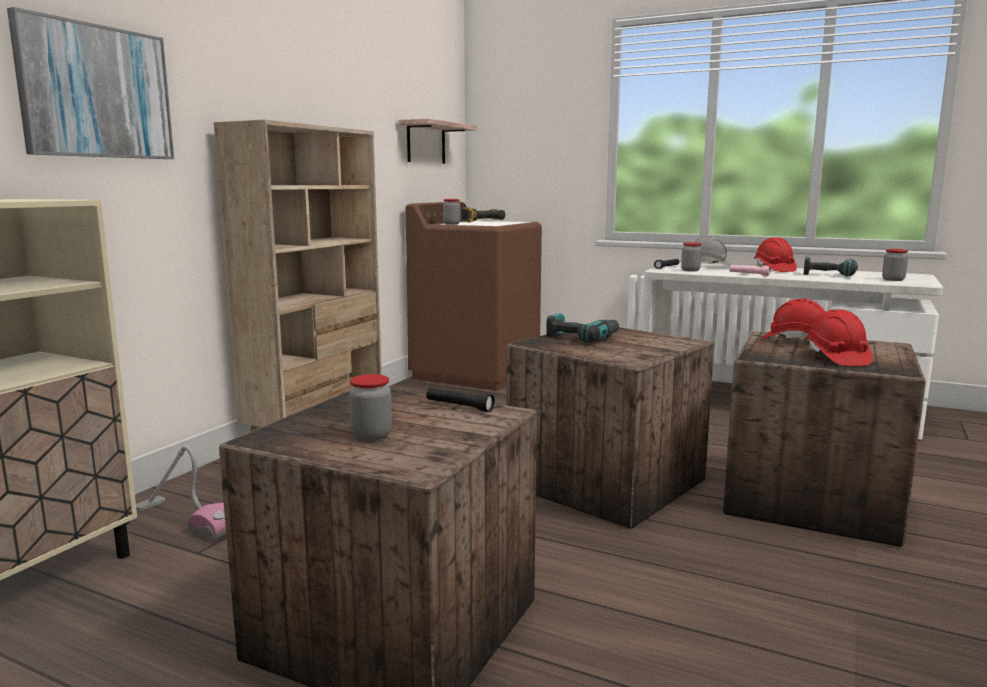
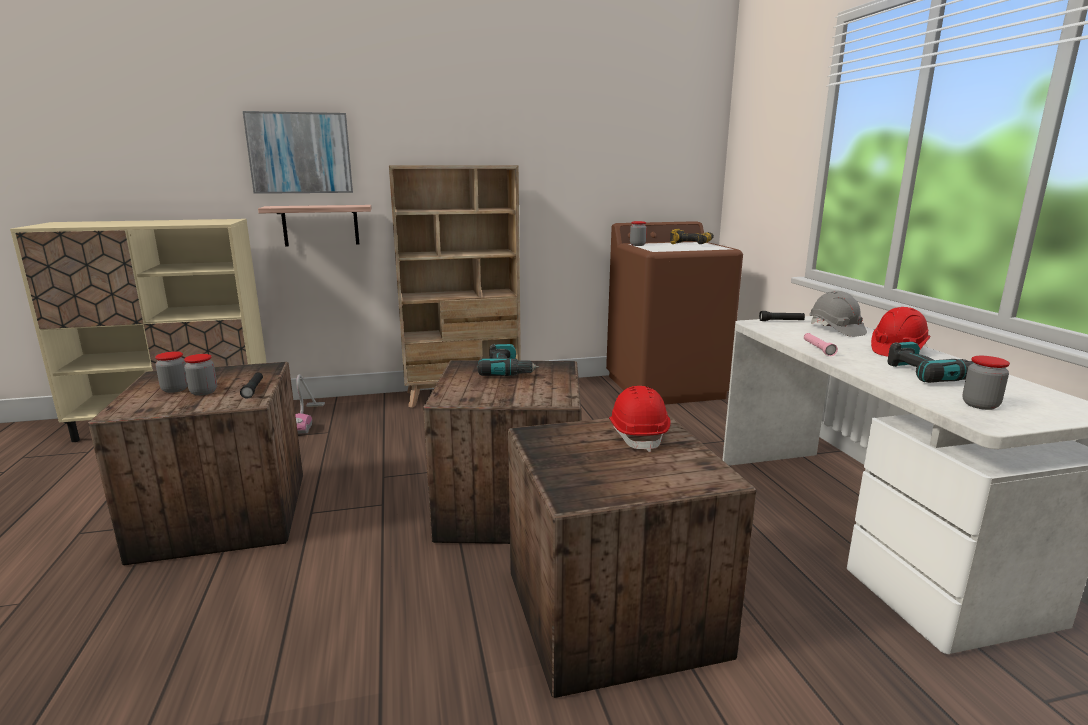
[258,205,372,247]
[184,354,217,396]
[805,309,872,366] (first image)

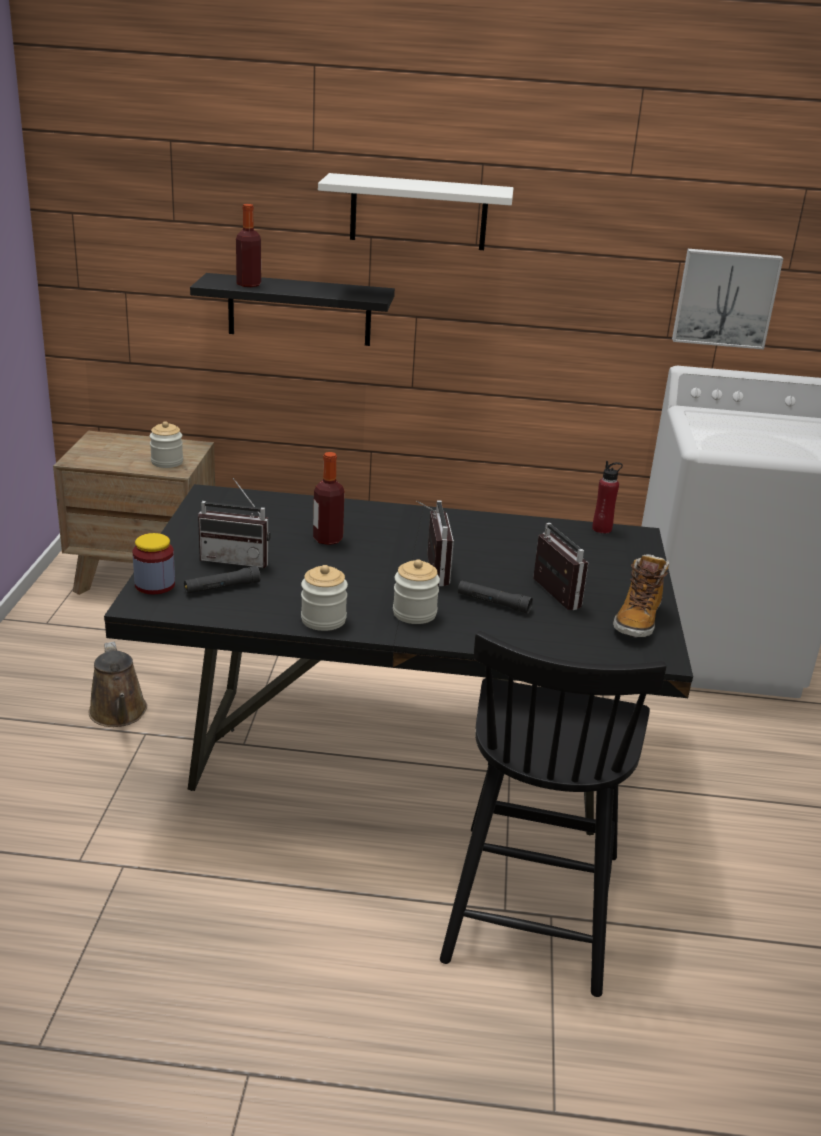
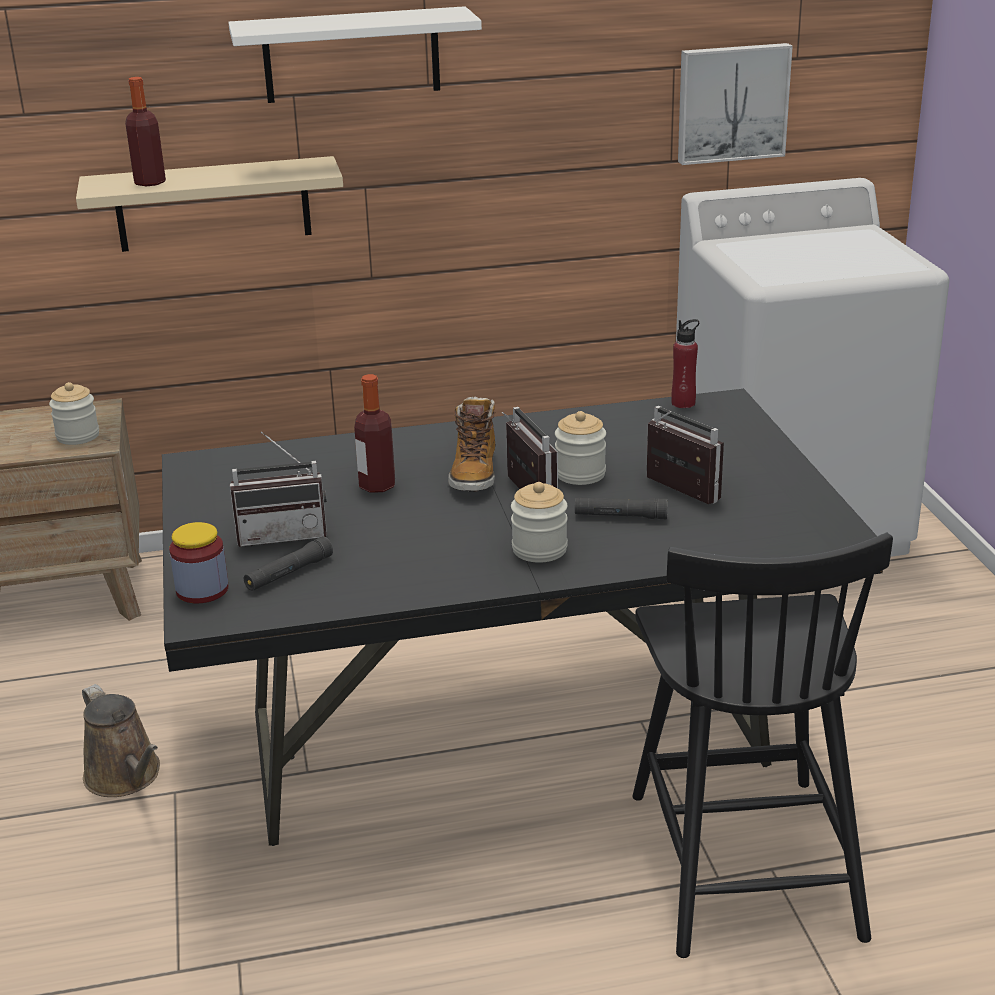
[76,156,343,252]
[448,396,496,492]
[555,411,606,485]

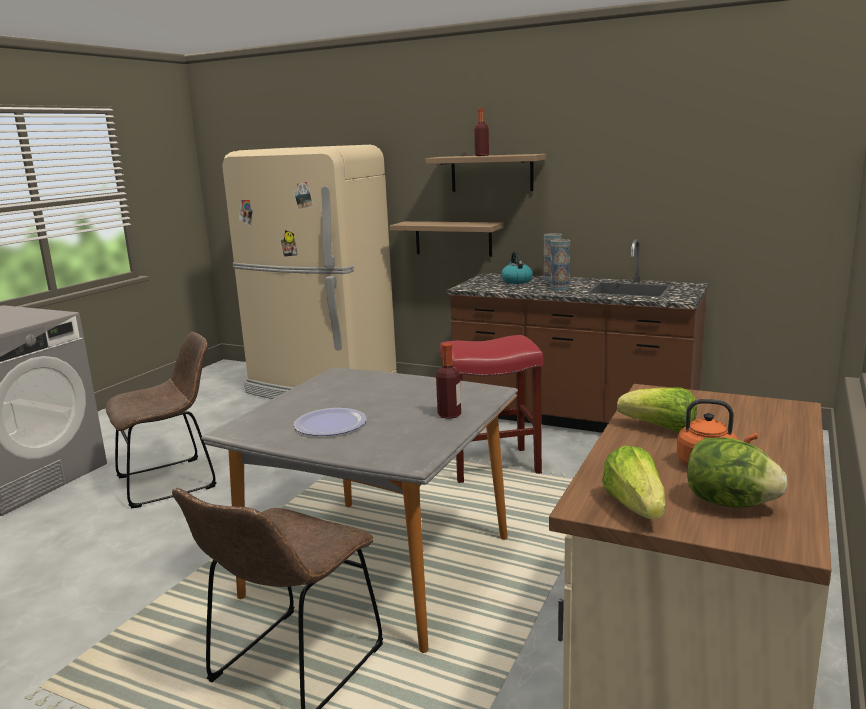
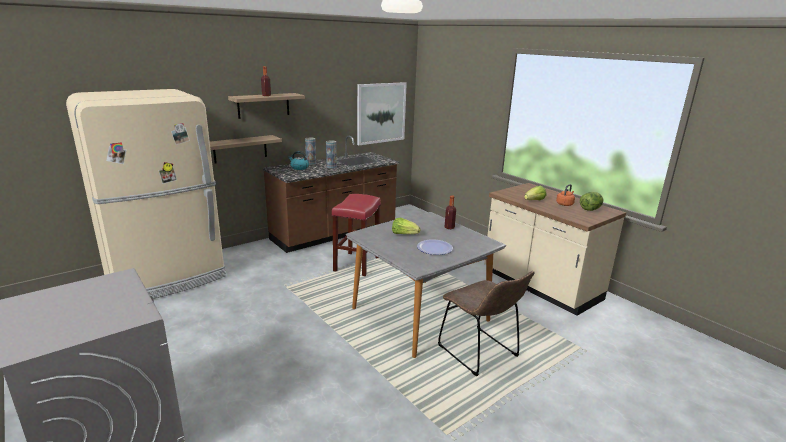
[105,332,216,509] (first image)
[392,218,420,234]
[357,82,407,145]

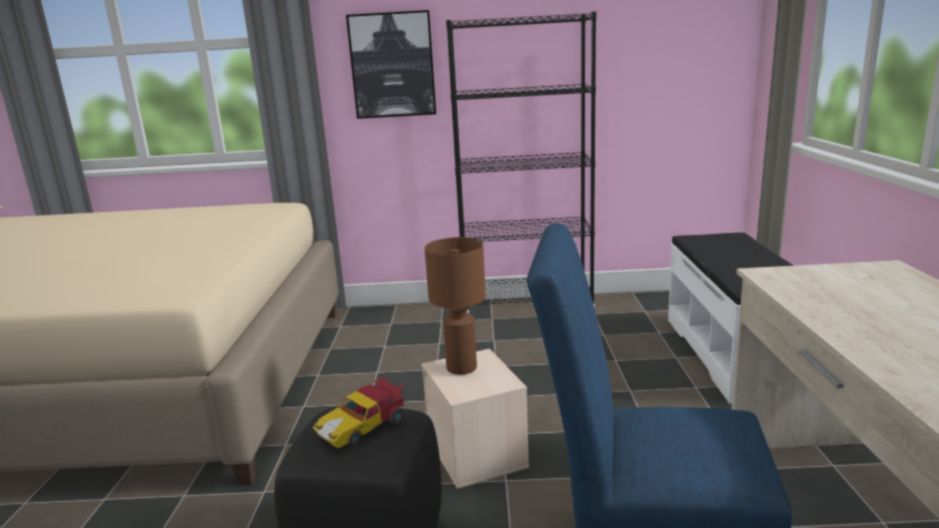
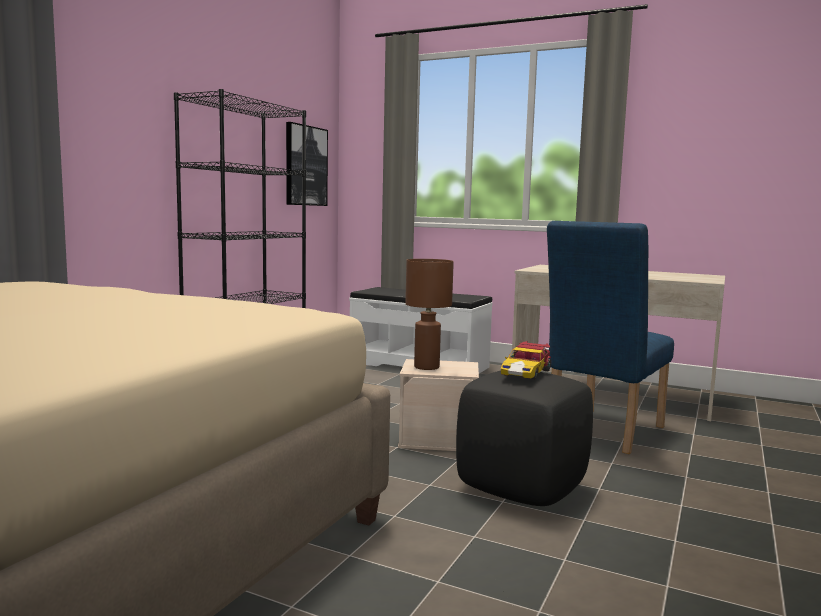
[286,122,328,206]
[501,341,551,380]

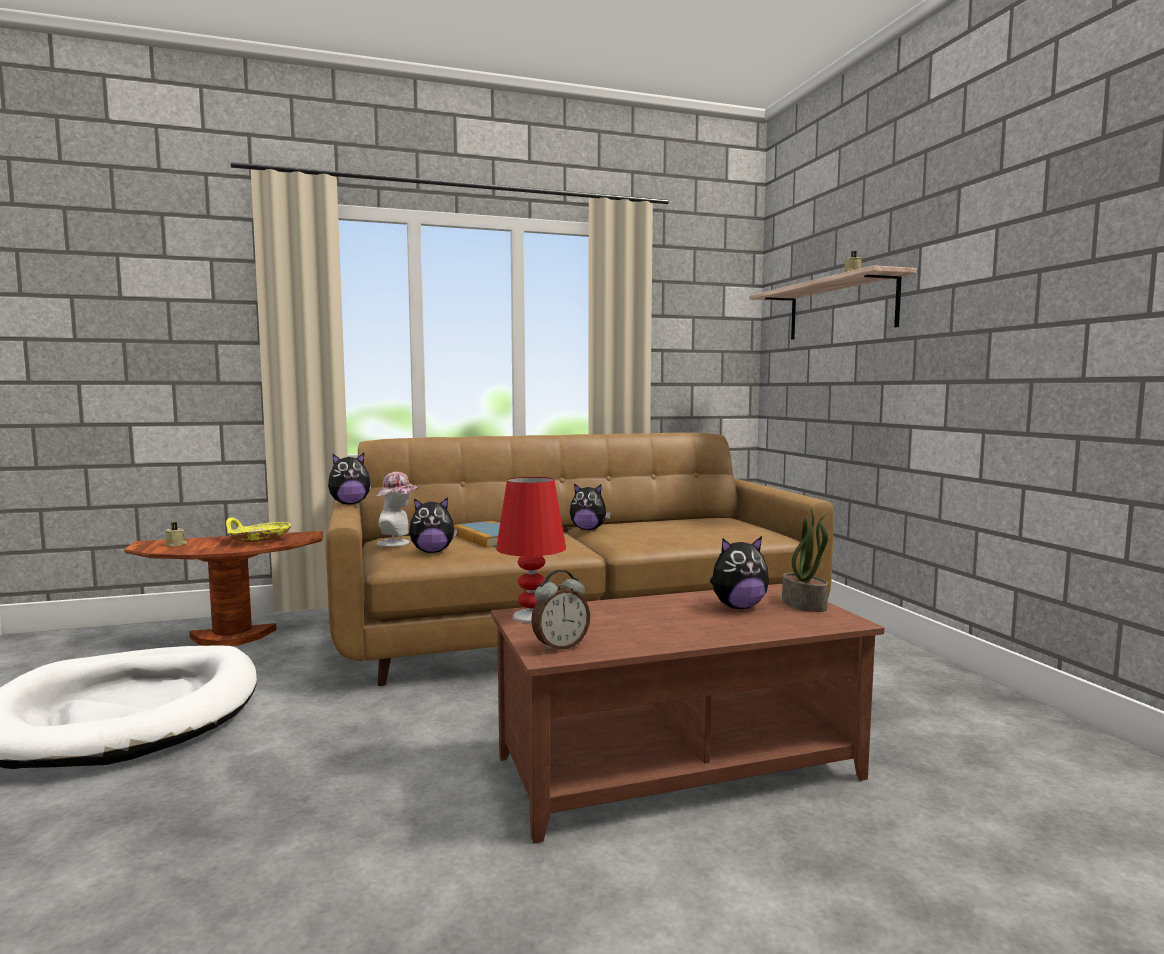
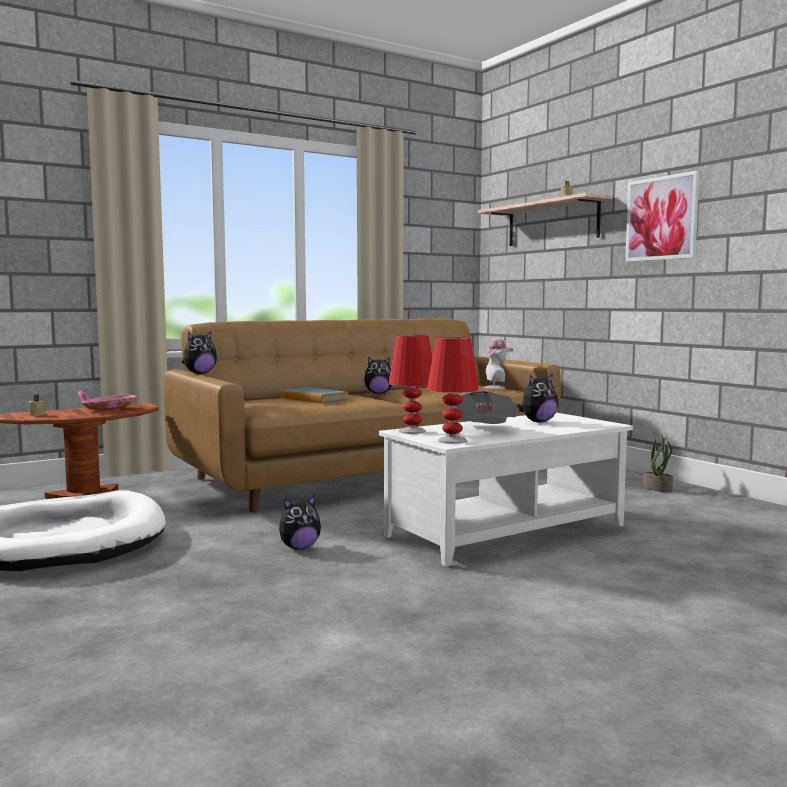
[483,338,513,389]
[279,495,321,550]
[643,434,673,492]
[78,391,137,411]
[427,337,479,444]
[379,413,633,567]
[625,171,700,262]
[449,391,521,424]

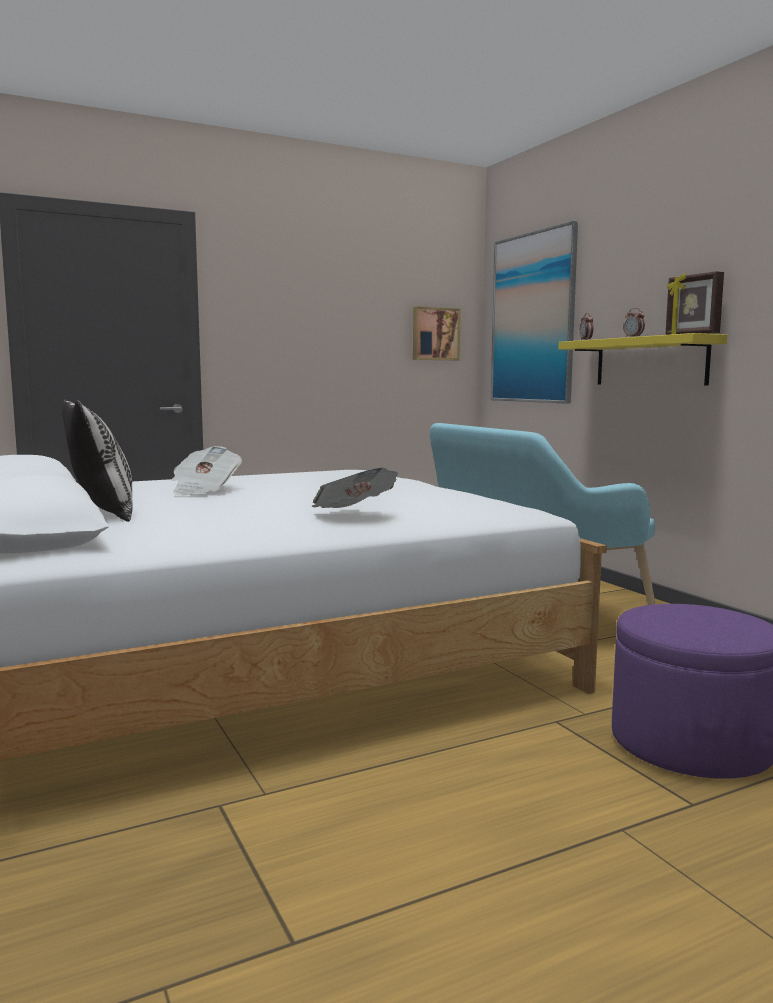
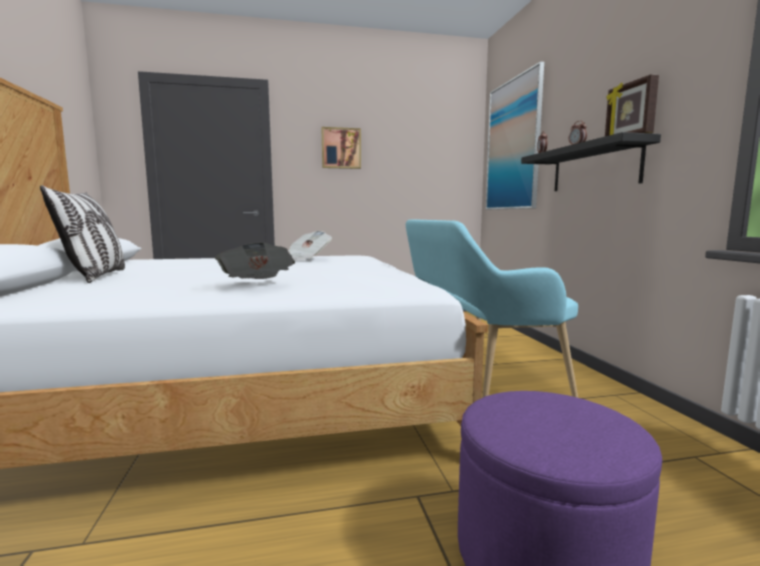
[322,127,361,169]
[521,132,661,191]
[288,231,332,261]

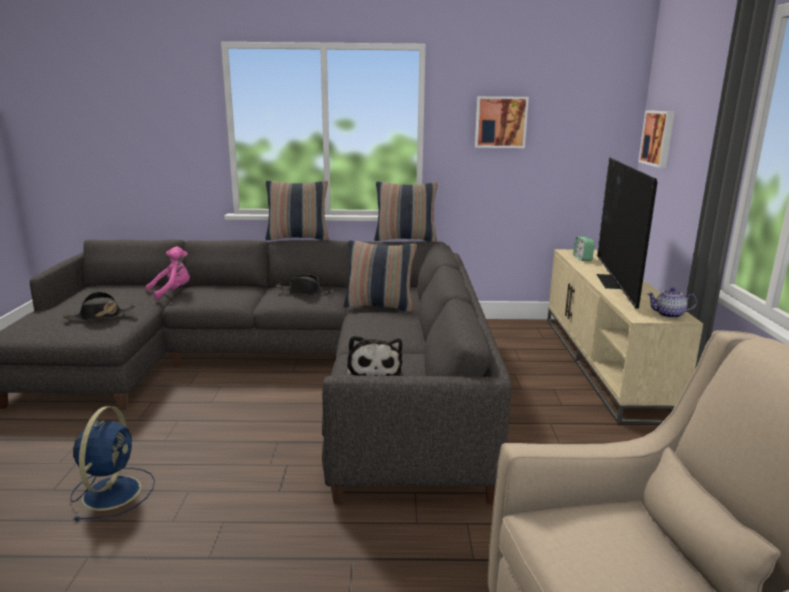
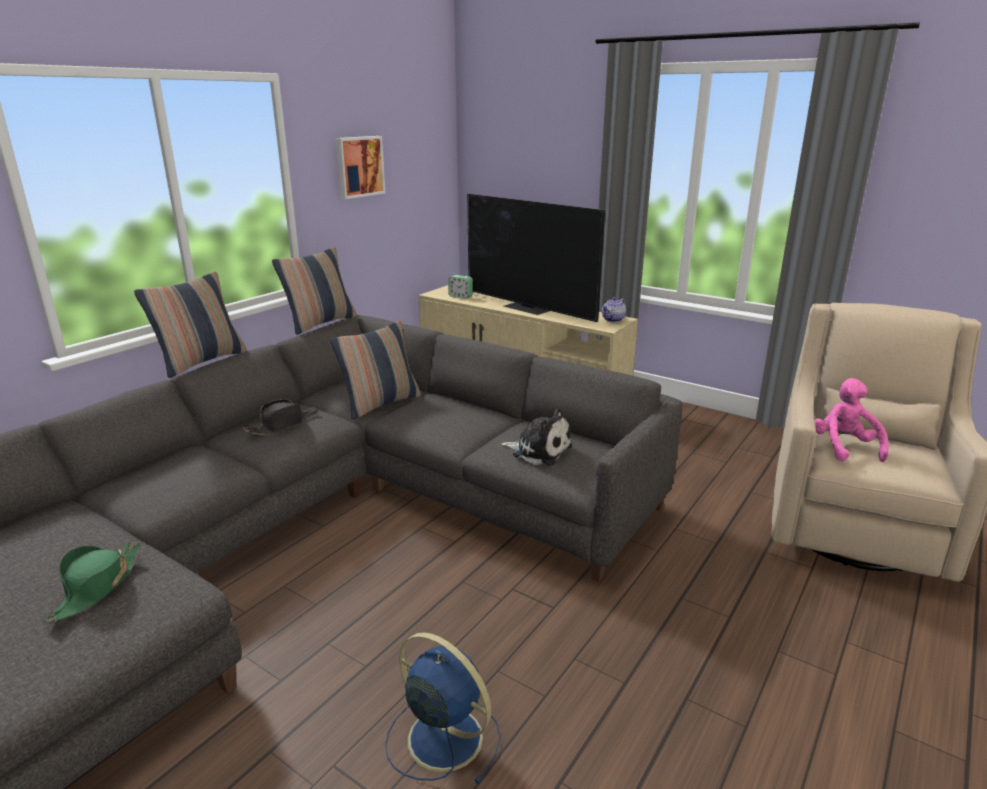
[638,110,675,168] (first image)
[814,378,888,462]
[44,541,140,623]

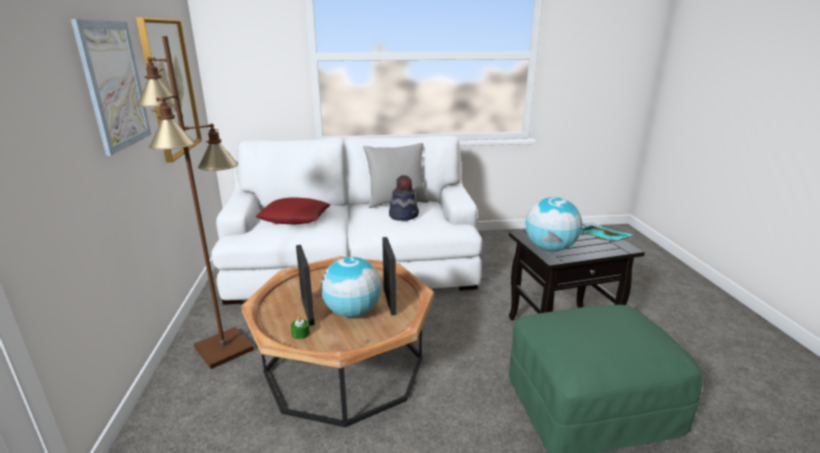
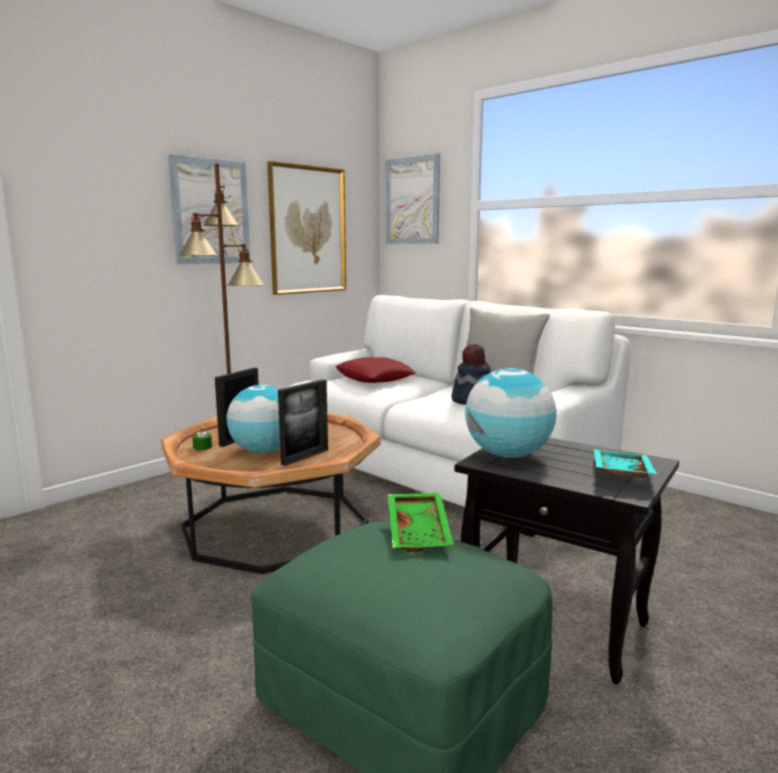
[386,154,440,244]
[388,493,454,552]

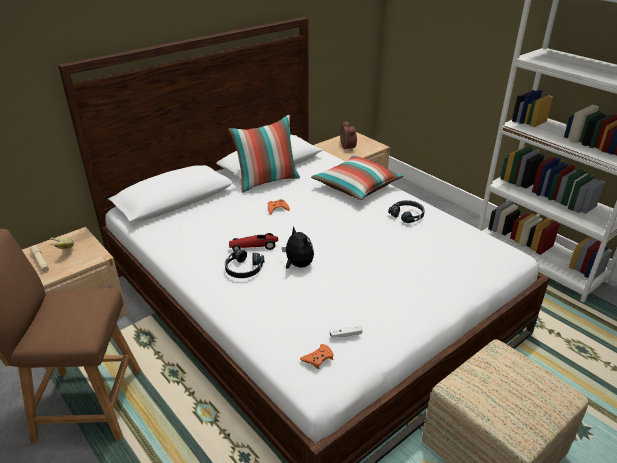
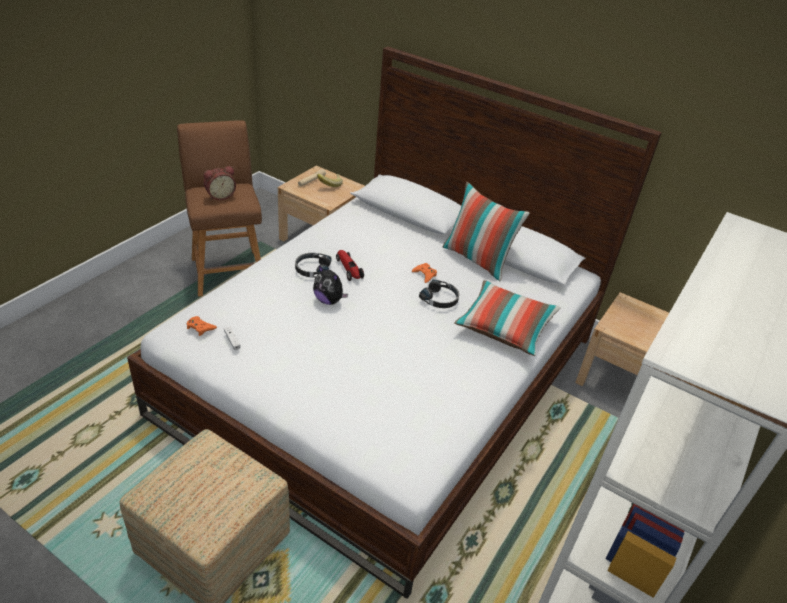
[204,166,236,200]
[419,280,459,308]
[313,265,348,305]

